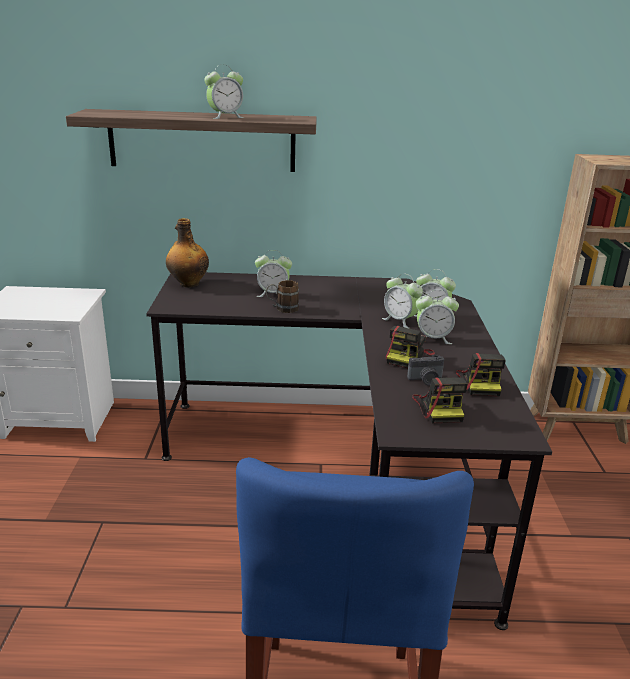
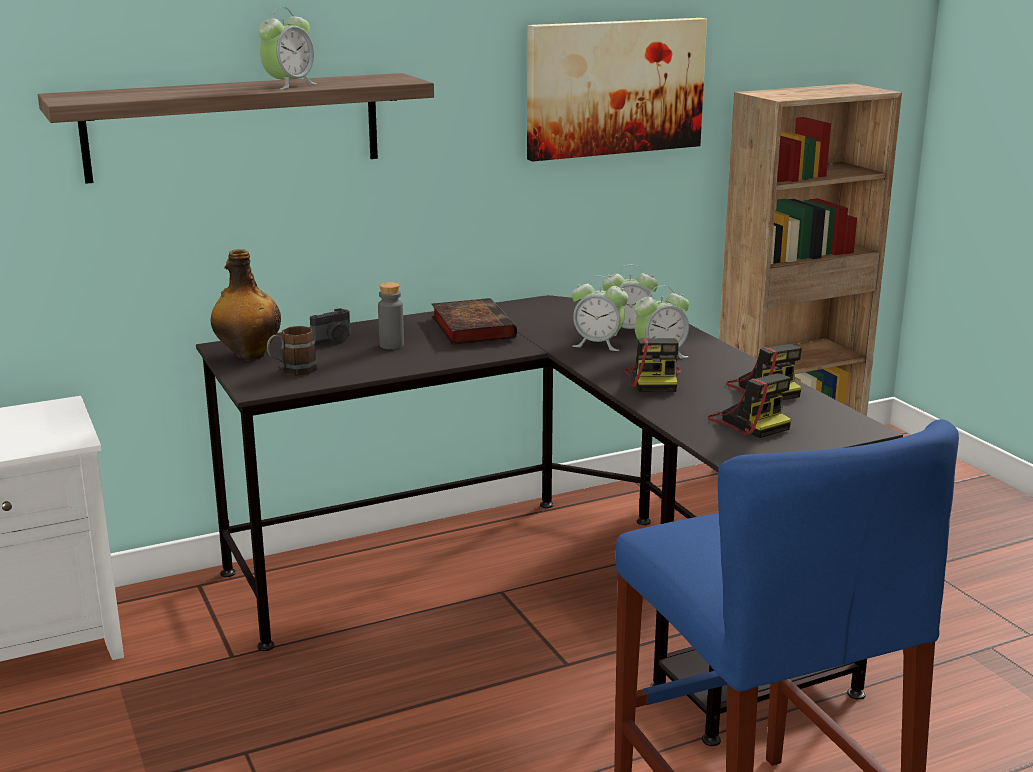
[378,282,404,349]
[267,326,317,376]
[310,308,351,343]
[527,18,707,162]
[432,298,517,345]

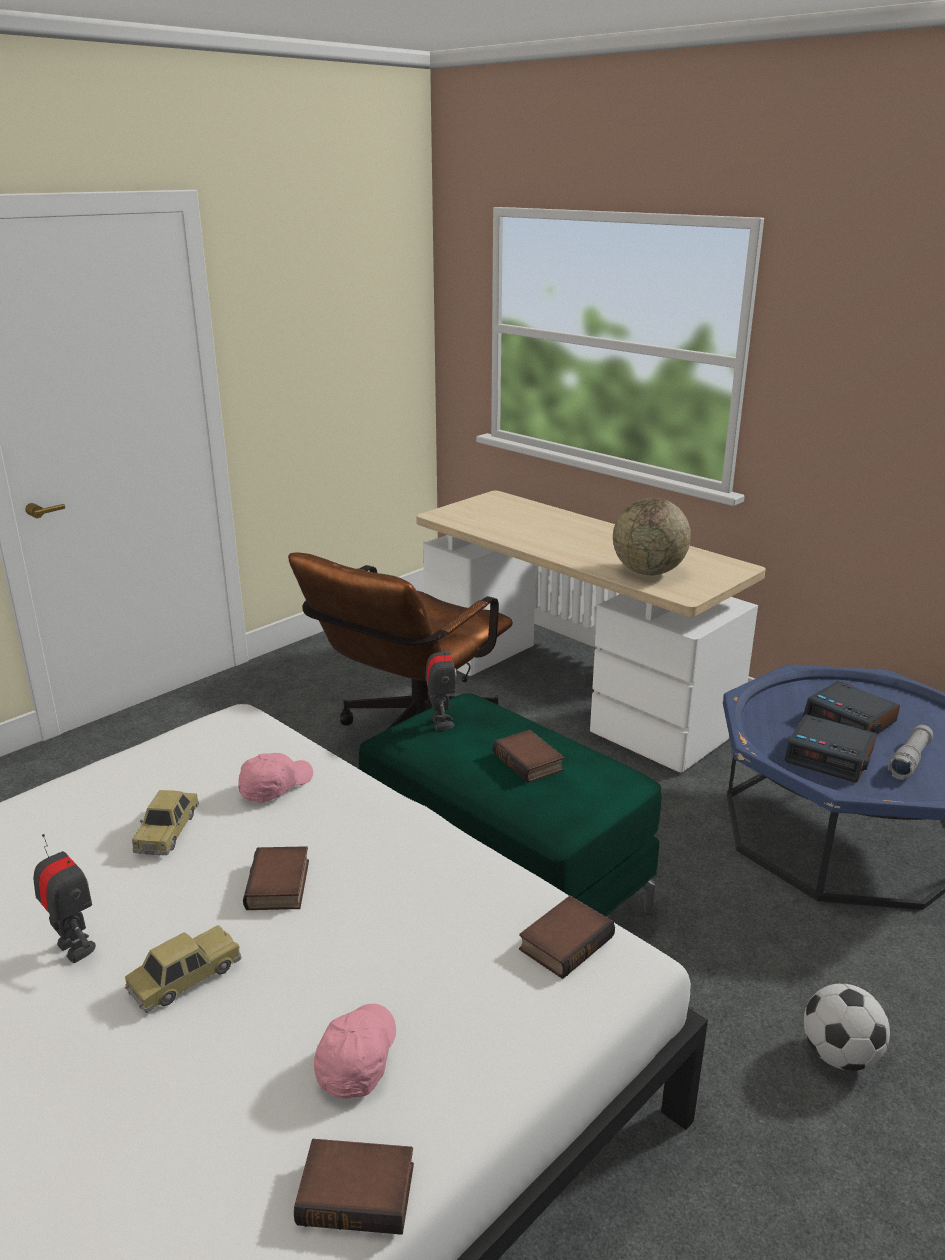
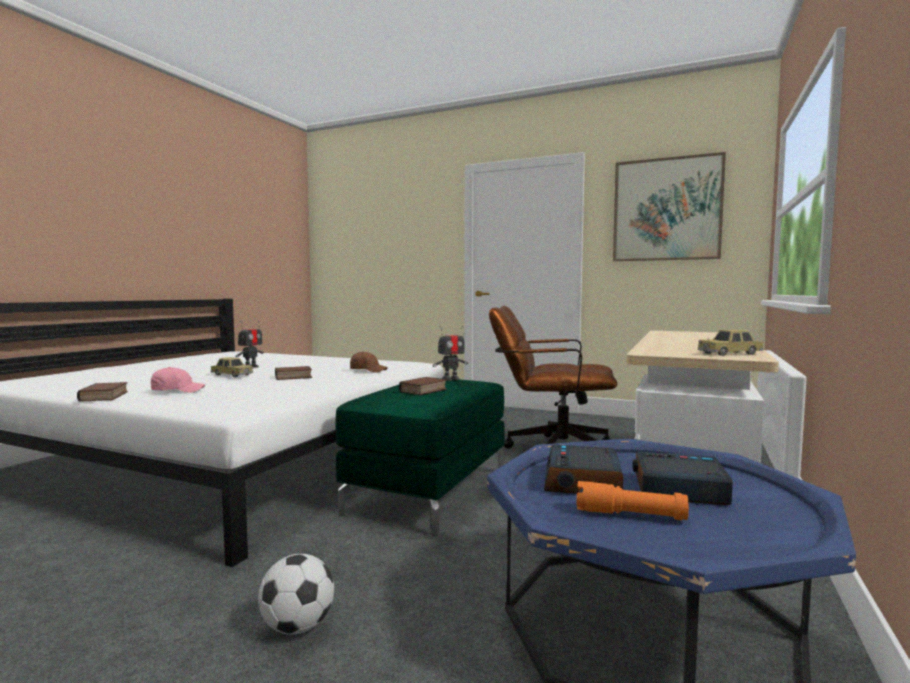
[613,498,691,575] (first image)
[633,451,733,505]
[577,481,689,520]
[350,351,388,373]
[698,330,763,356]
[519,896,615,979] (first image)
[613,152,726,261]

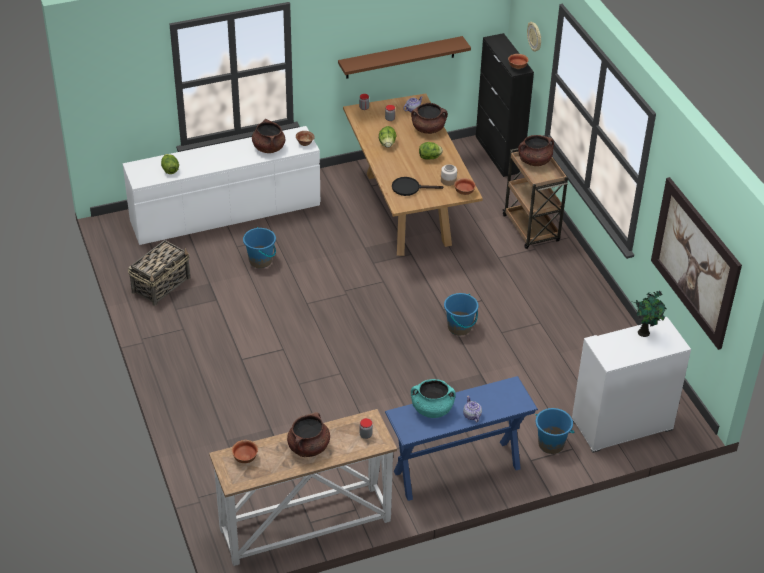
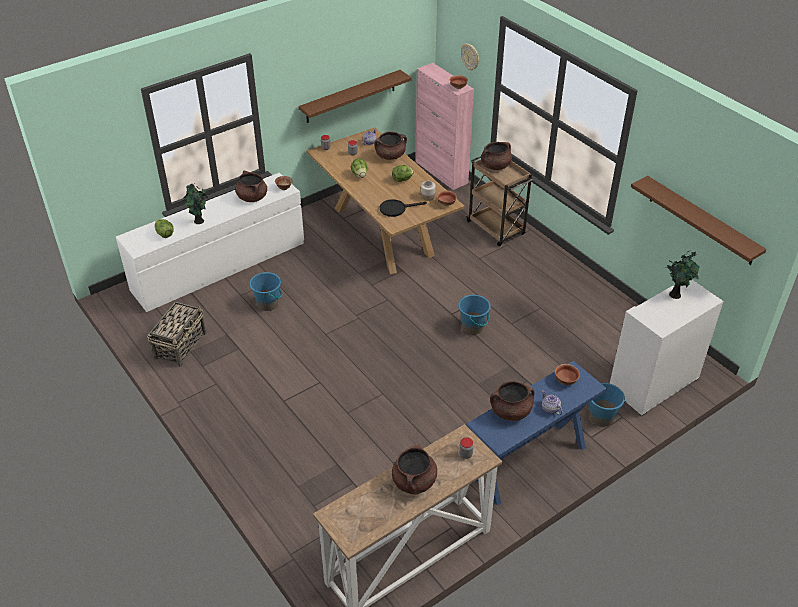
[415,63,474,190]
[631,176,767,265]
[490,381,534,421]
[555,364,580,385]
[183,184,208,224]

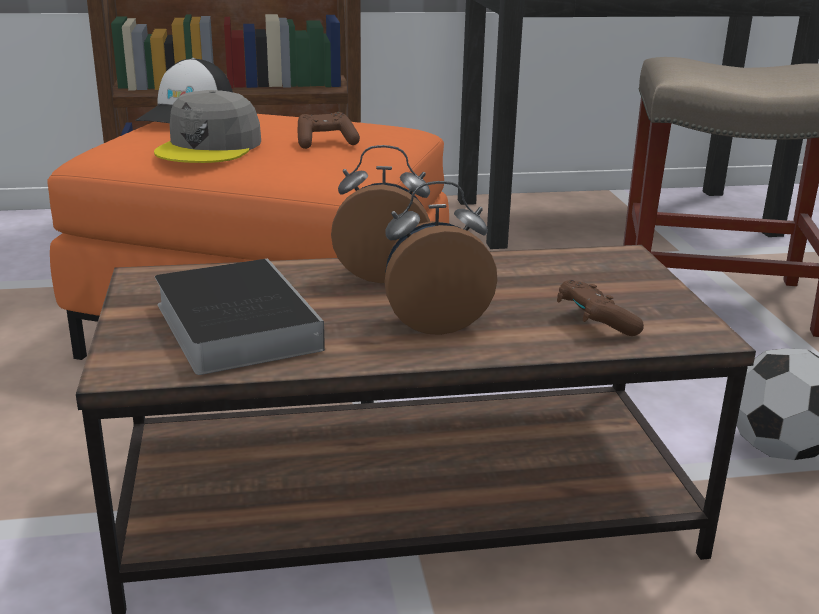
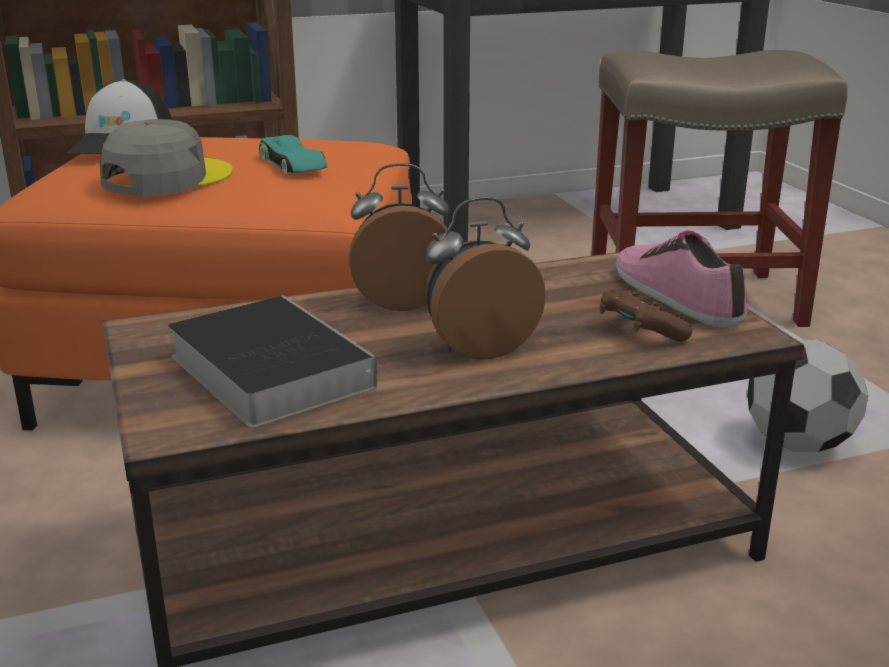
[99,119,233,196]
[259,135,327,174]
[616,230,748,328]

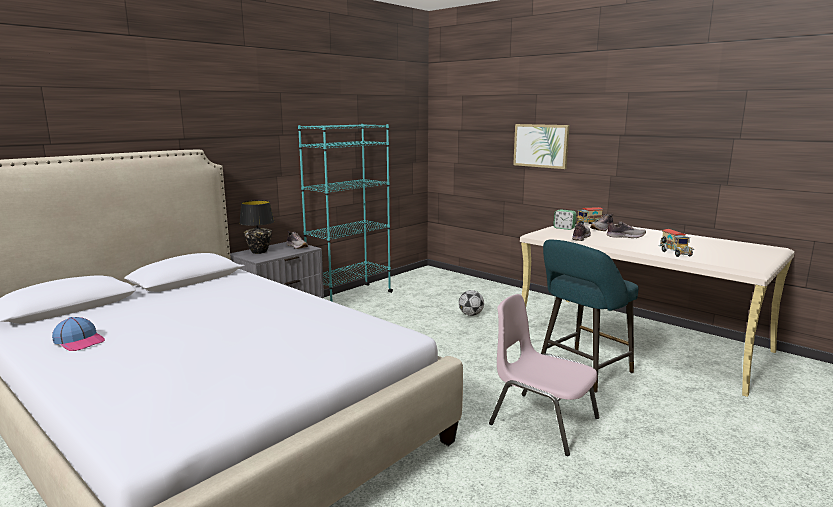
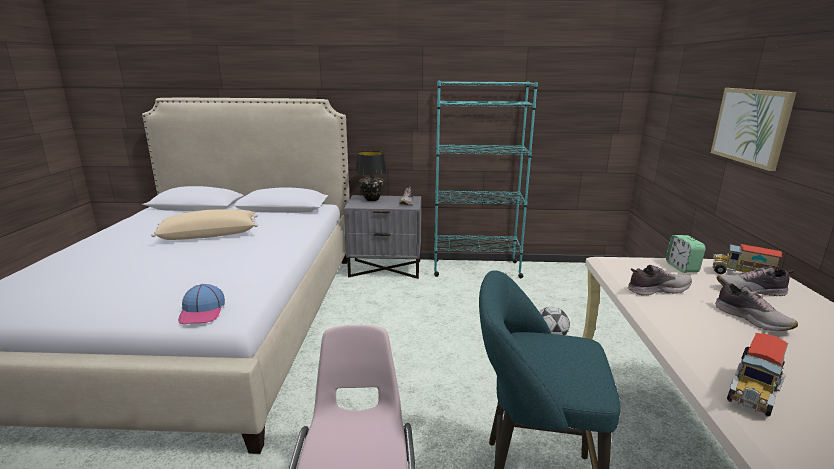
[178,284,225,324]
[151,209,258,240]

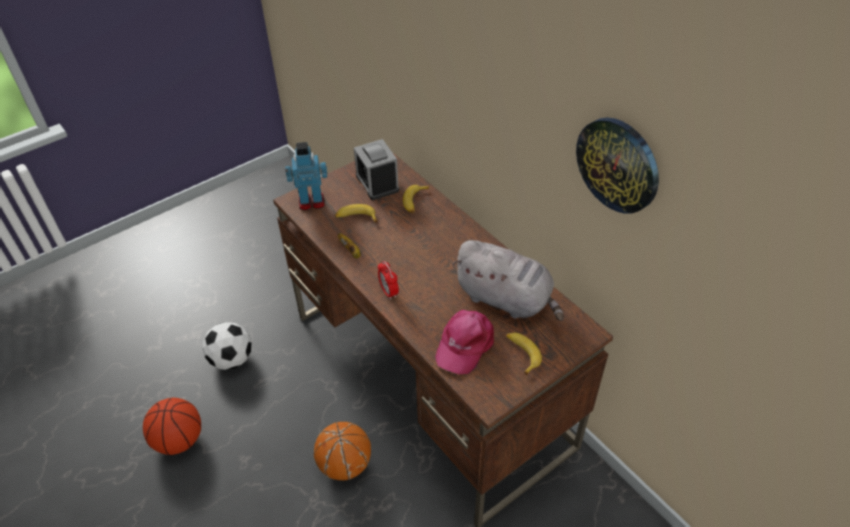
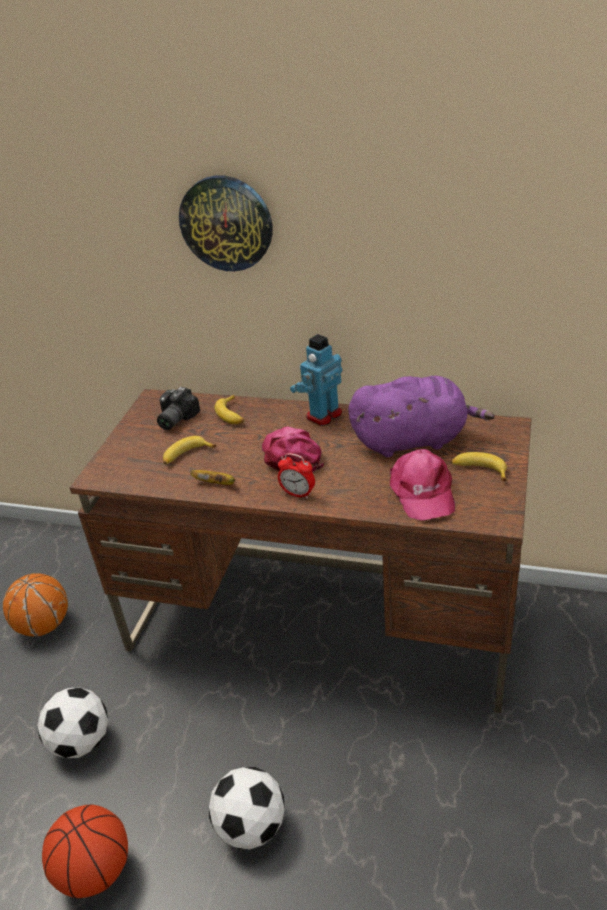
[179,176,273,271]
[157,387,200,430]
[290,334,343,426]
[348,376,495,457]
[3,573,68,636]
[262,426,324,473]
[209,767,285,850]

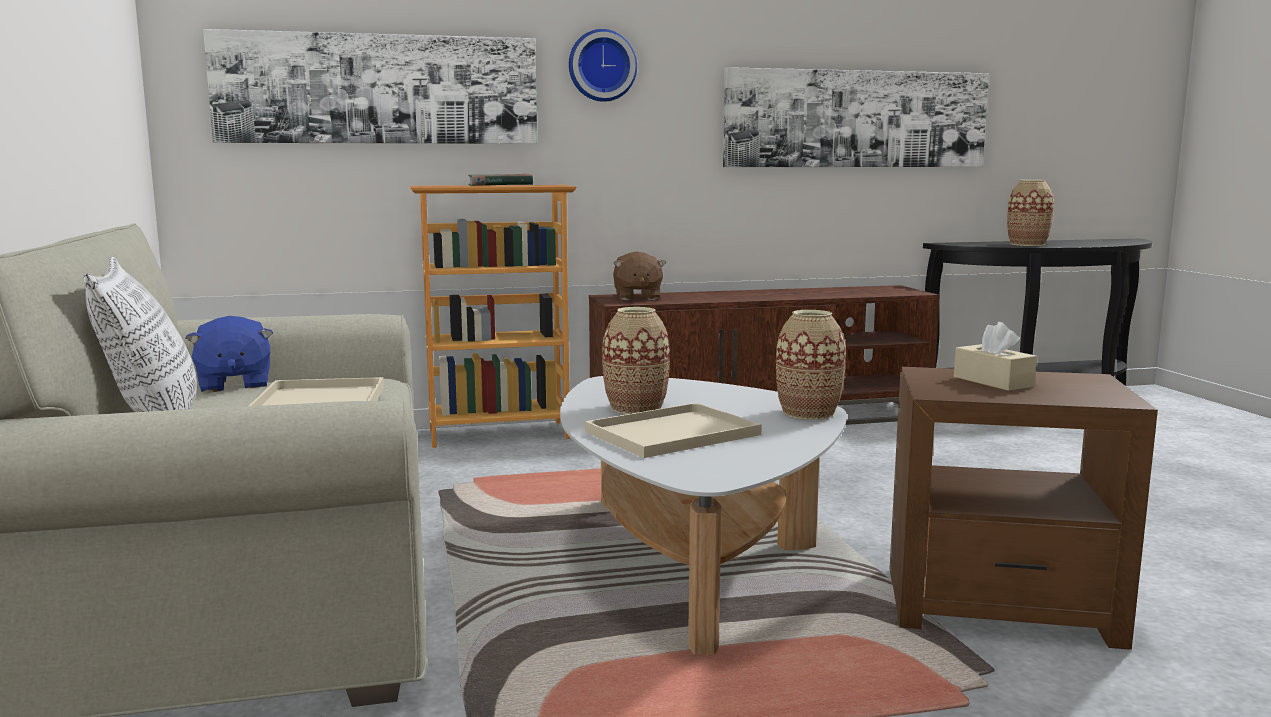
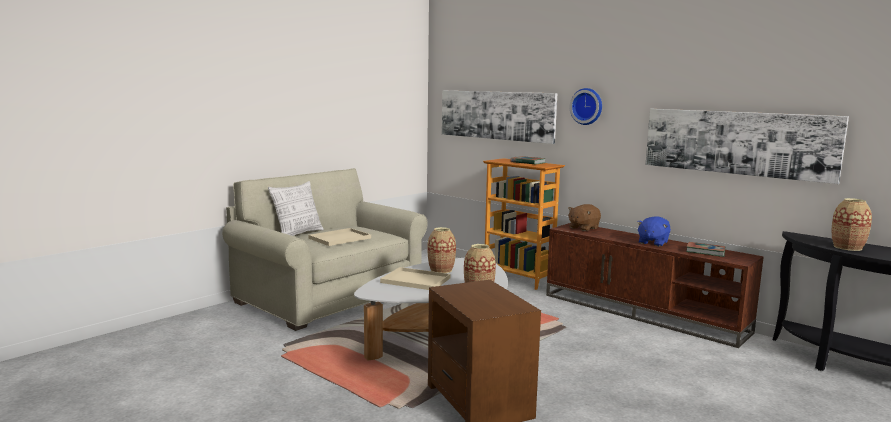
[637,216,671,247]
[954,322,1037,391] (first image)
[686,242,725,257]

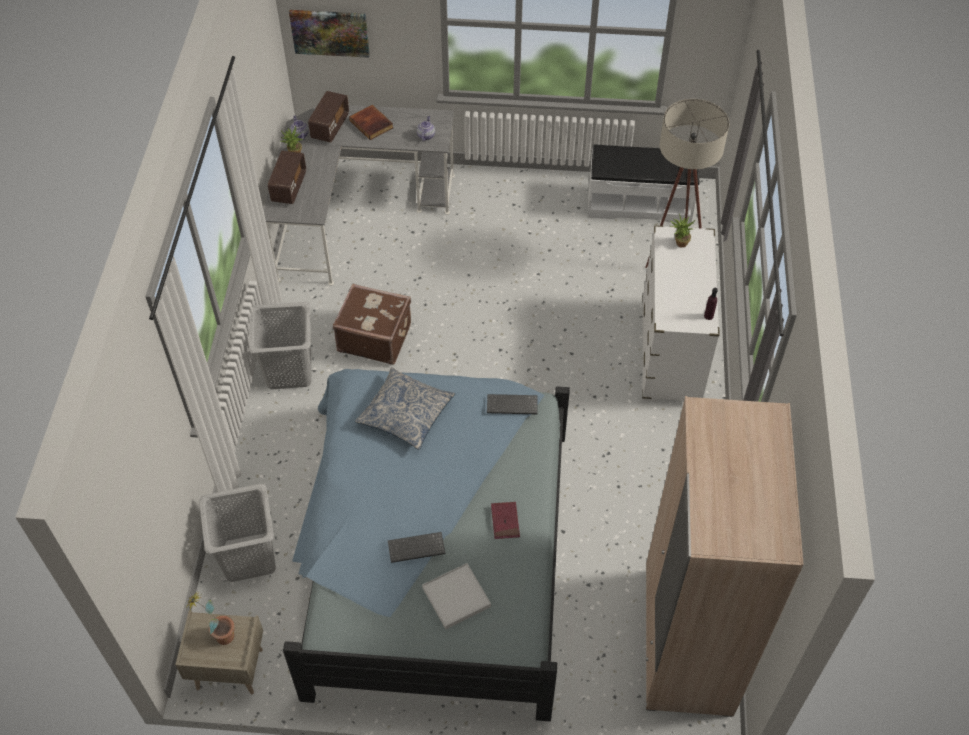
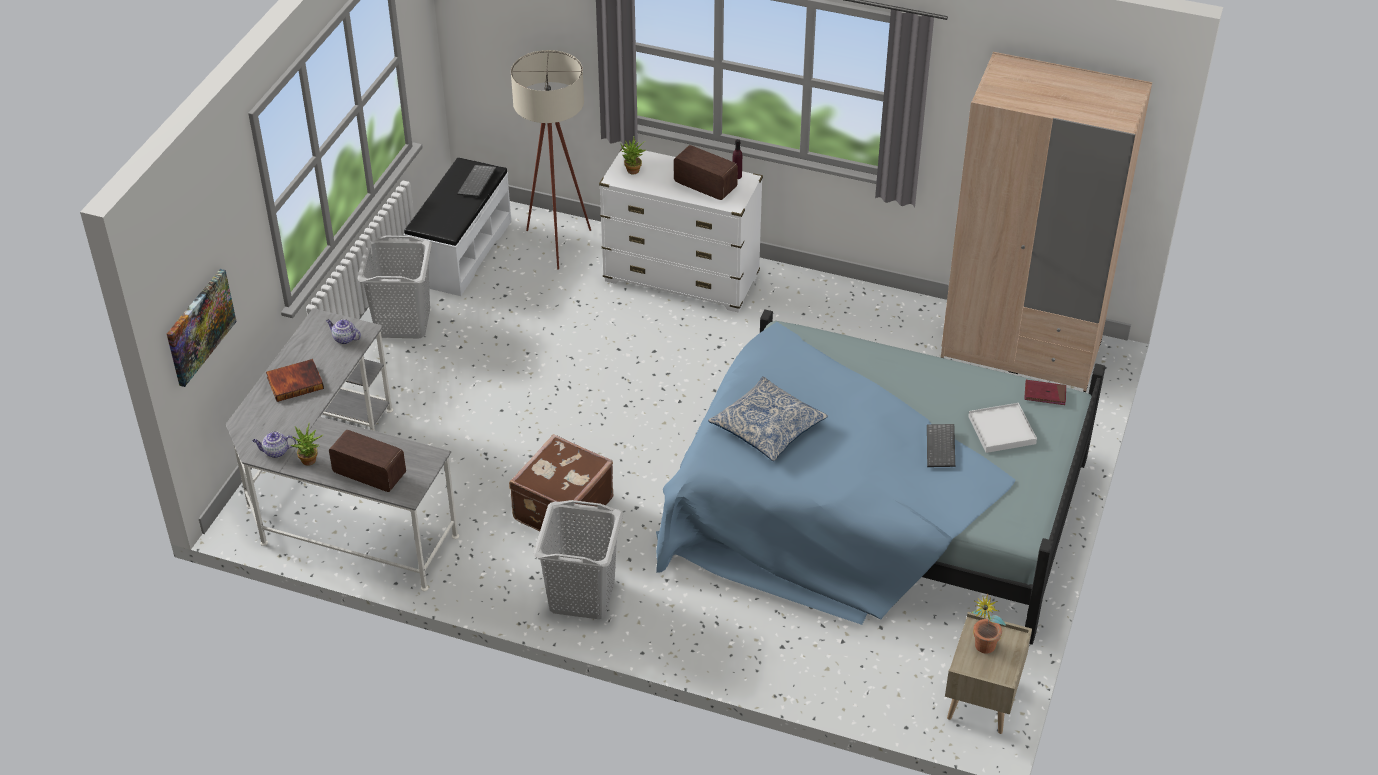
[674,145,738,200]
[457,165,497,197]
[357,236,432,338]
[1024,380,1066,405]

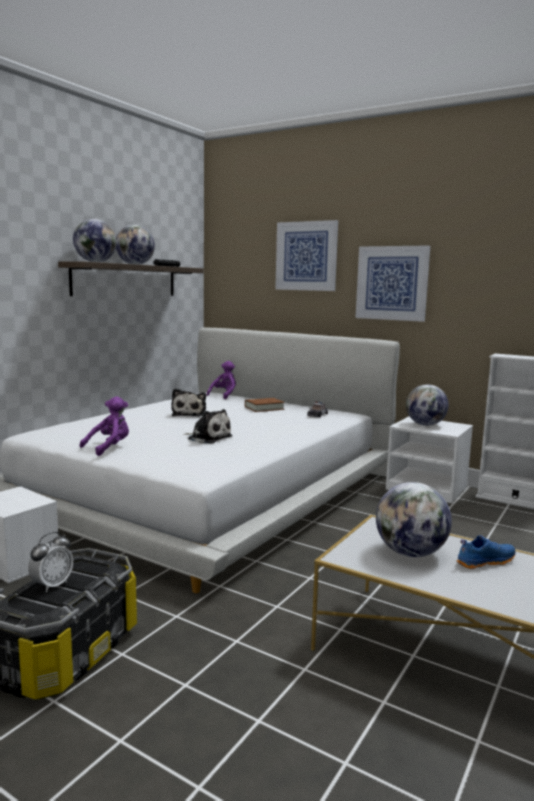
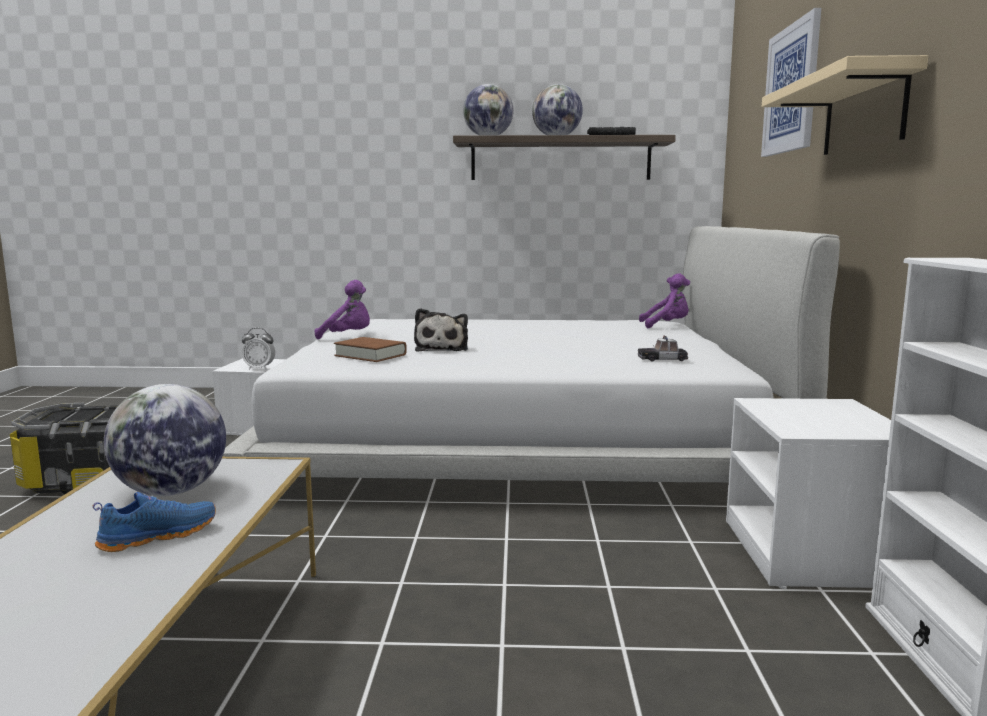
[762,55,928,155]
[406,384,449,426] (first image)
[171,388,206,417] (first image)
[334,337,407,362]
[242,328,275,370]
[93,492,216,552]

